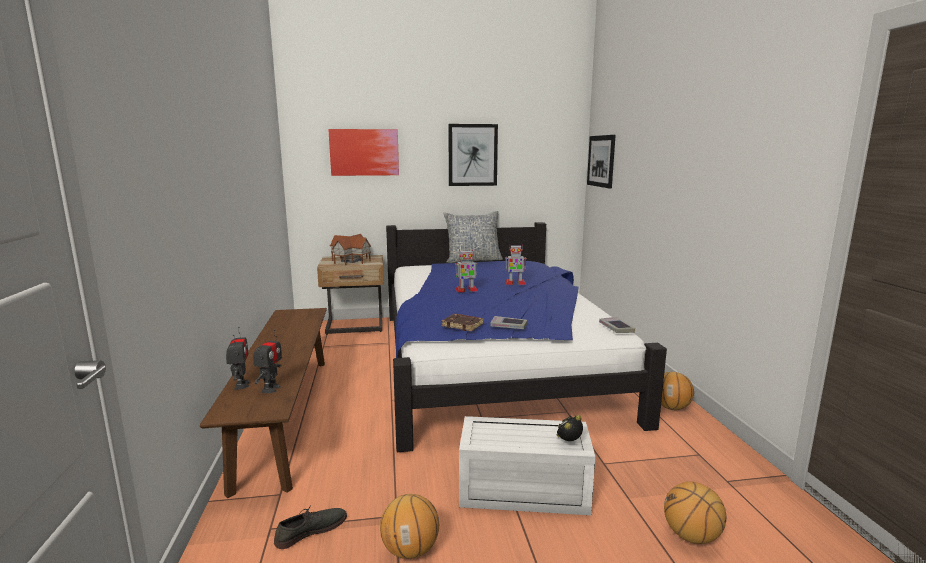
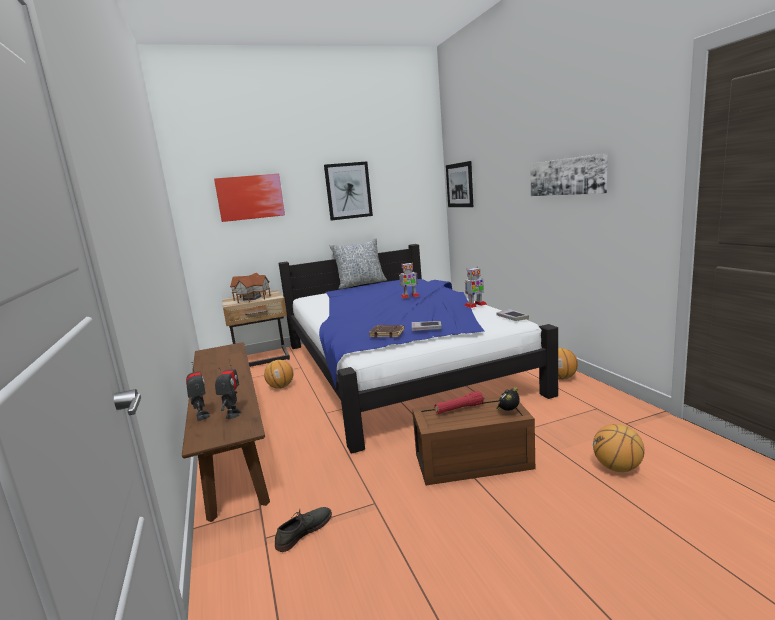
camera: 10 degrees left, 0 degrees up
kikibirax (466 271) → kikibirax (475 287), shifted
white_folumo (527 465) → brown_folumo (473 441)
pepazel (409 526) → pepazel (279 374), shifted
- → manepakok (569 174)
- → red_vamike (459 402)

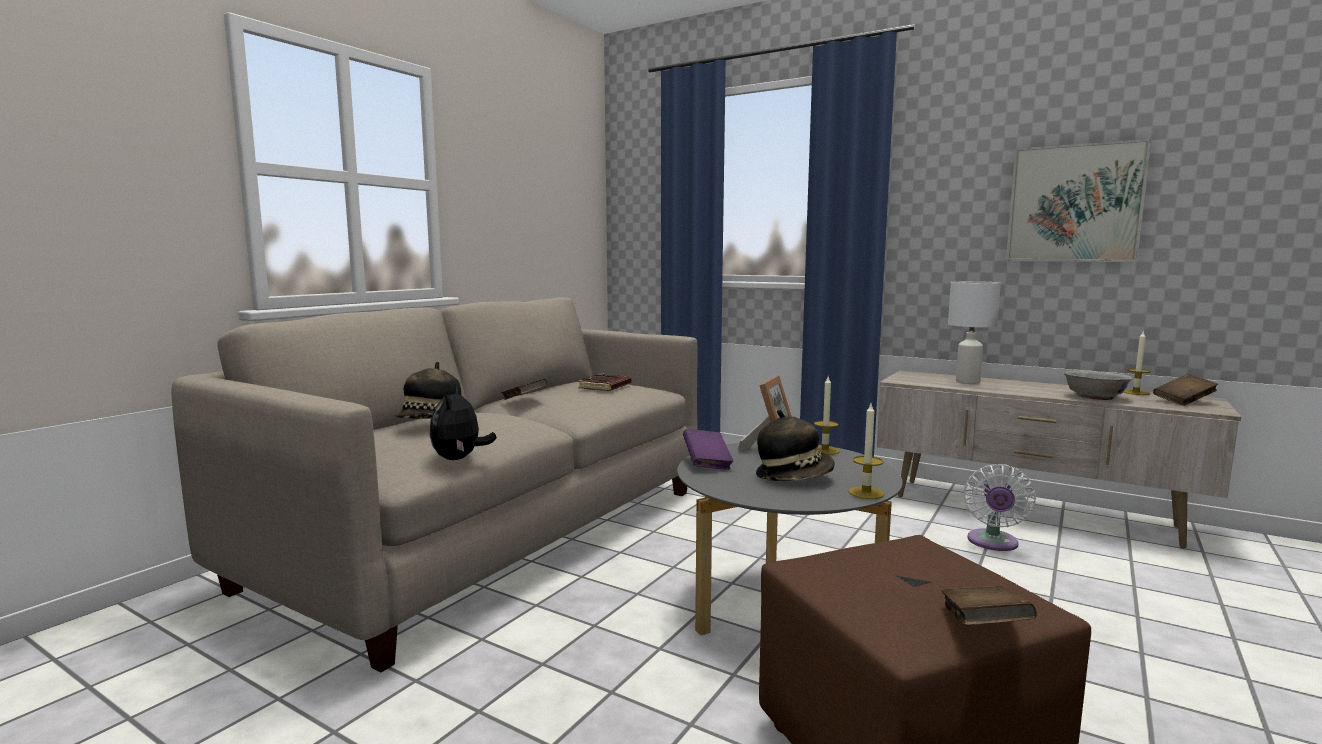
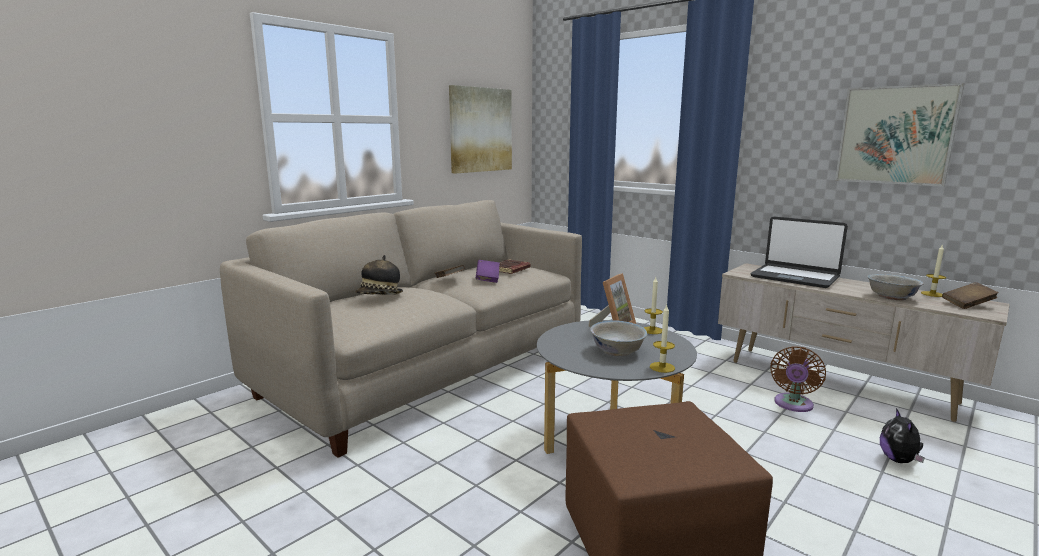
camera: 10 degrees right, 5 degrees up
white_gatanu (974 332) → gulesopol (799 252)
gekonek (463 422) → gekonek (902 435), shifted
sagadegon (795 445) → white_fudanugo (618 338)
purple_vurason (708 449) → purple_vurason (488 271), shifted
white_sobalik (1000 507) → brown_sobalik (798 379)
brown_vurason (989 606) → -
- → manepakok (480 129)

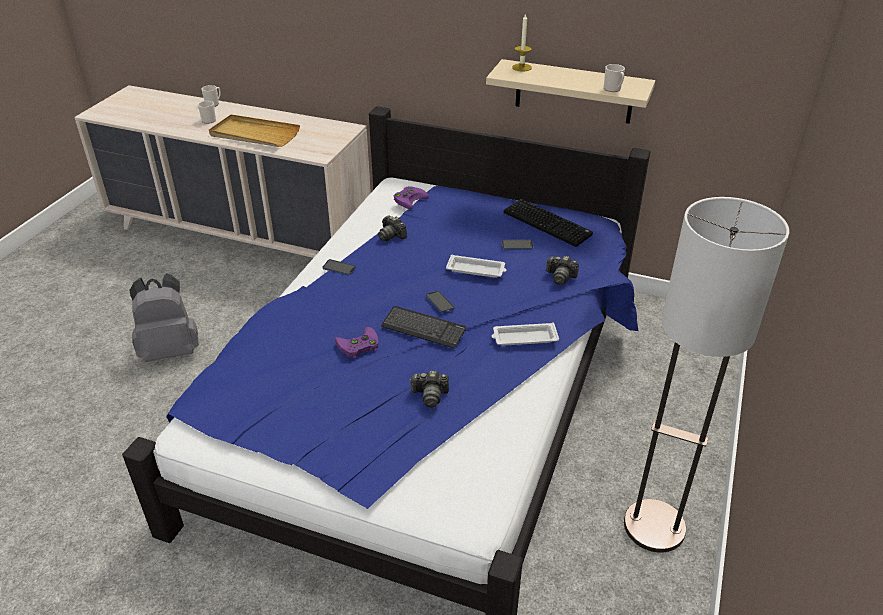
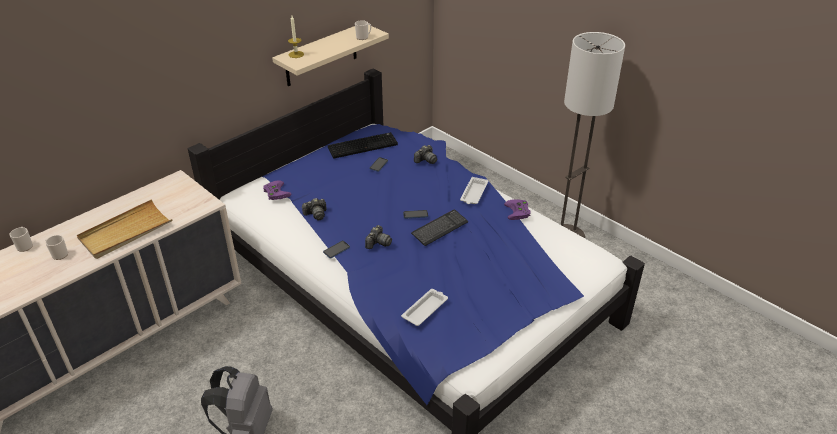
camera: 65 degrees left, 0 degrees up
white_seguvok (476 266) → white_seguvok (424 307), shifted
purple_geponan (356 343) → purple_geponan (517 209), shifted
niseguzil (429 389) → niseguzil (378 237), shifted

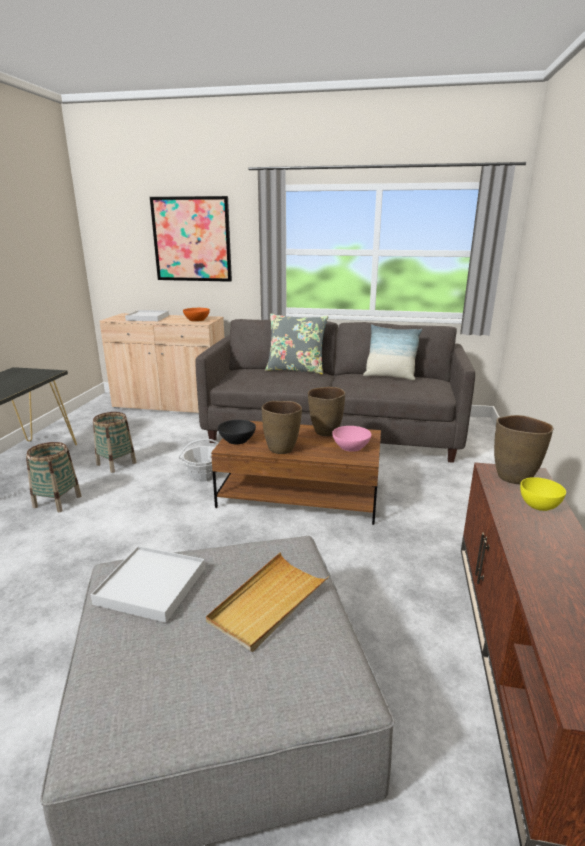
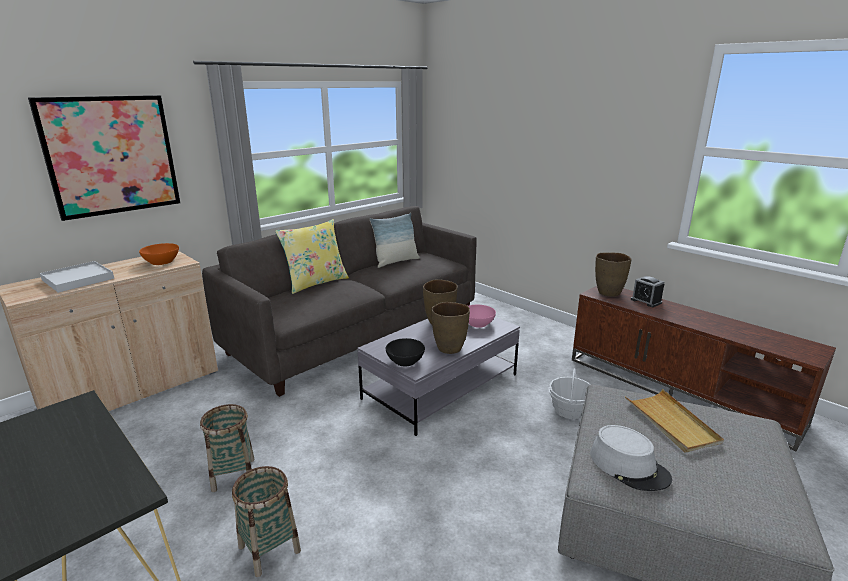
camera: 55 degrees left, 0 degrees up
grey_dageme (296 344) → yellow_dageme (312 256)
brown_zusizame (296 473) → grey_zusizame (439 376)
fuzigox (198 460) → fuzigox (569 393), shifted
yellow_fudanugo (543 494) → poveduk (647 291)
white_seguvok (147 584) → grey_sagadegon (631 458)

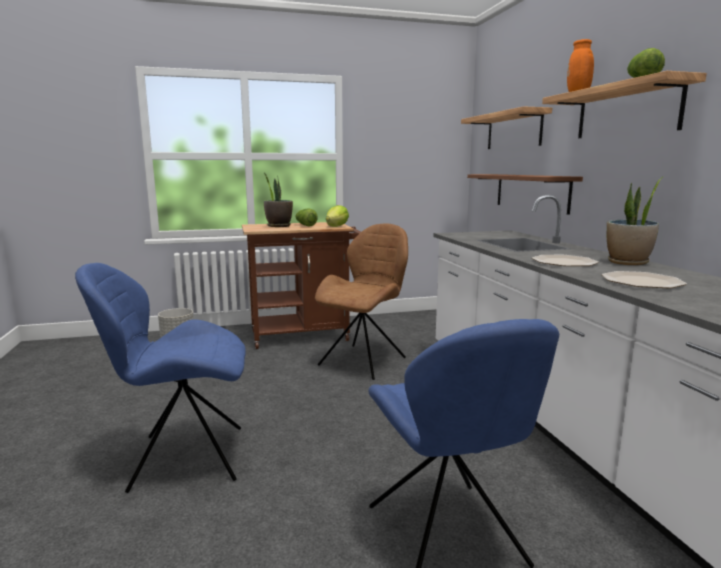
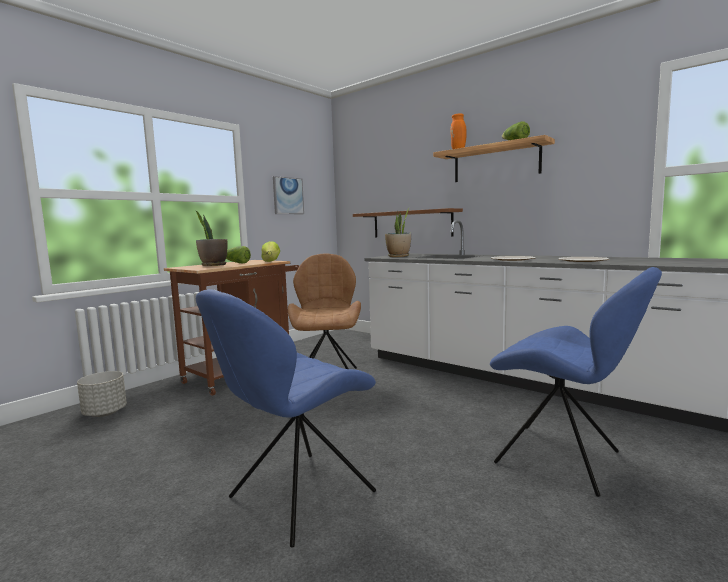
camera: 35 degrees left, 5 degrees down
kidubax (506 127) → -
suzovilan (635 220) → suzovilan (398 232), shifted
- → manepakok (288 195)

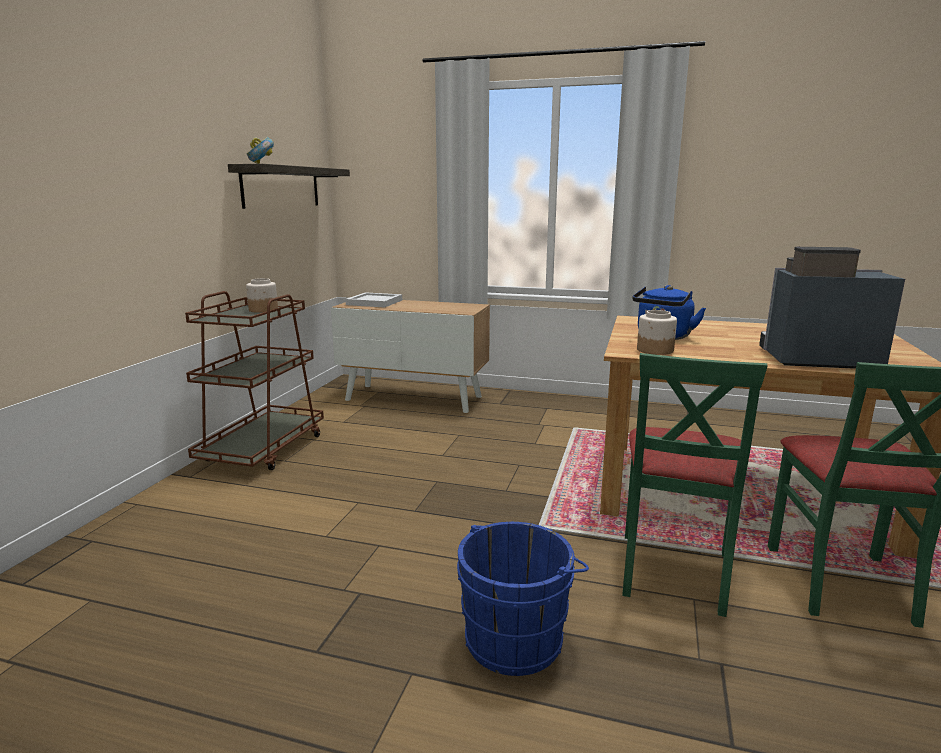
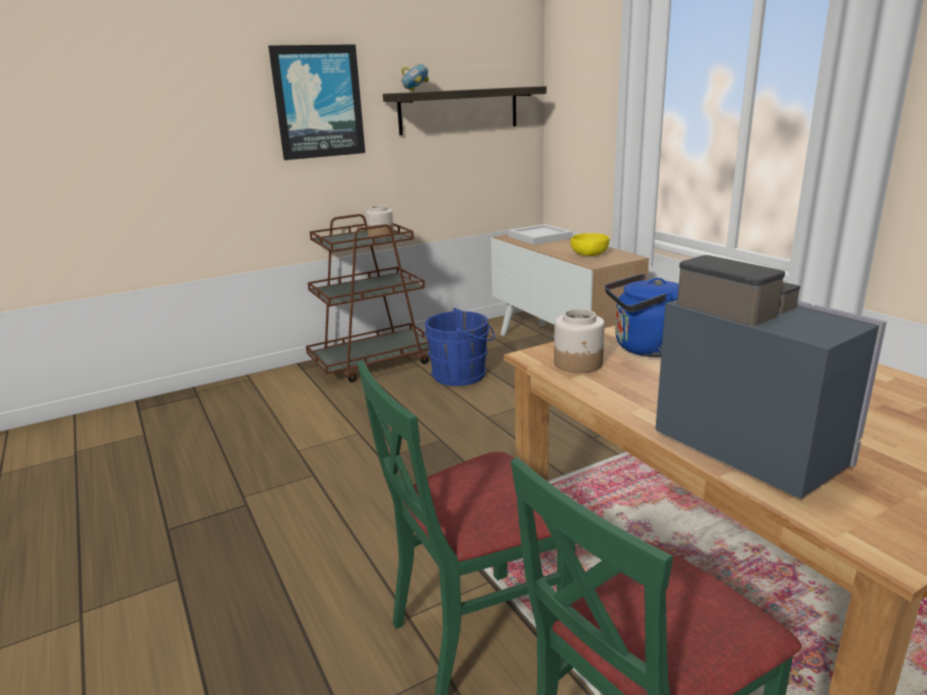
camera: 45 degrees right, 5 degrees up
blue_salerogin (523 599) → blue_salerogin (460 347), shifted
- → manepakok (316 102)
- → yellow_fudanugo (590 244)

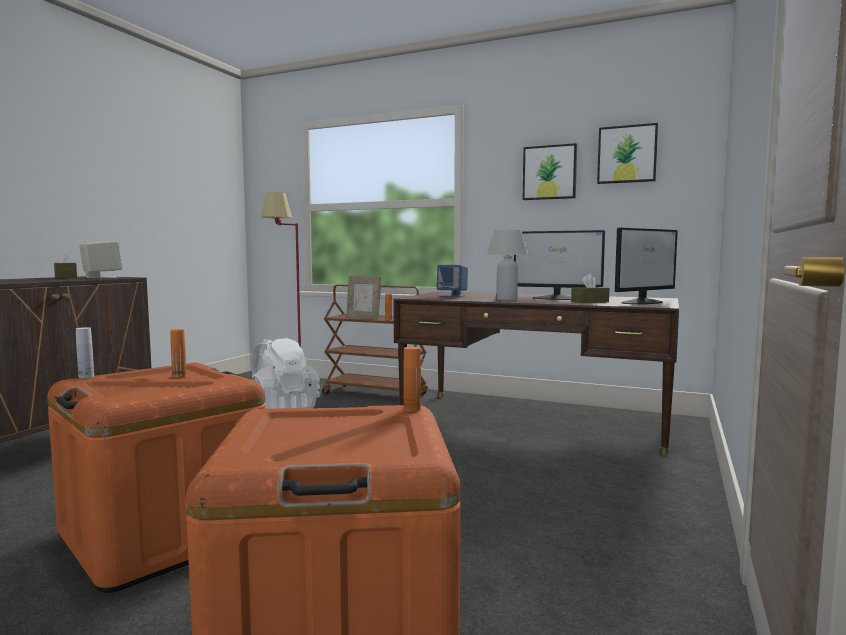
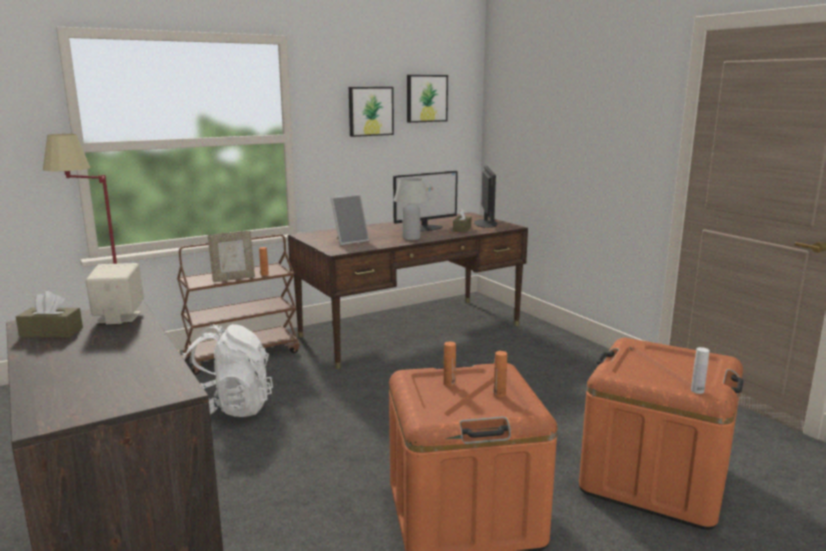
camera: 55 degrees left, 10 degrees up
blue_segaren (452 281) → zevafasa (350 219)
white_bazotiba (85 352) → white_bazotiba (700 370), shifted
orange_bazotiba (412 379) → orange_bazotiba (500 374), shifted

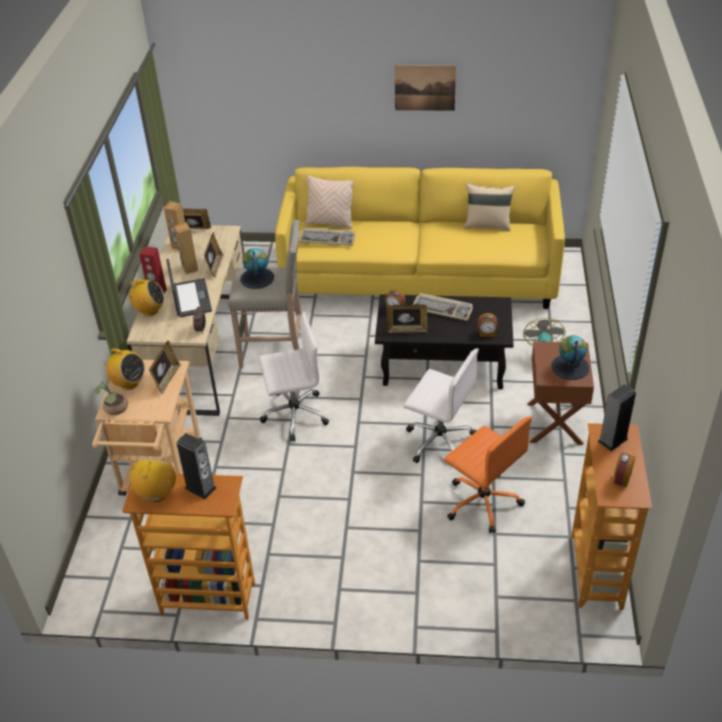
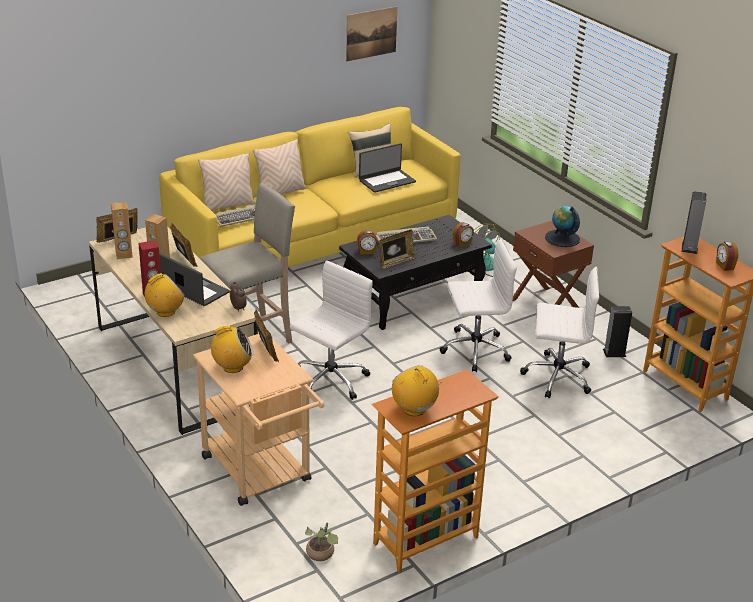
camera: 40 degrees left, 10 degrees down
manepakok (425 88) → manepakok (371 33), shifted
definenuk (257 268) → -
suzovilan (111 398) → suzovilan (321 541), shifted
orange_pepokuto (488 475) → white_pepokuto (559 332)
segaren (196 466) → segaren (617 331), shifted
- → beige_dageme (280 166)
- → gulesopol (387 168)

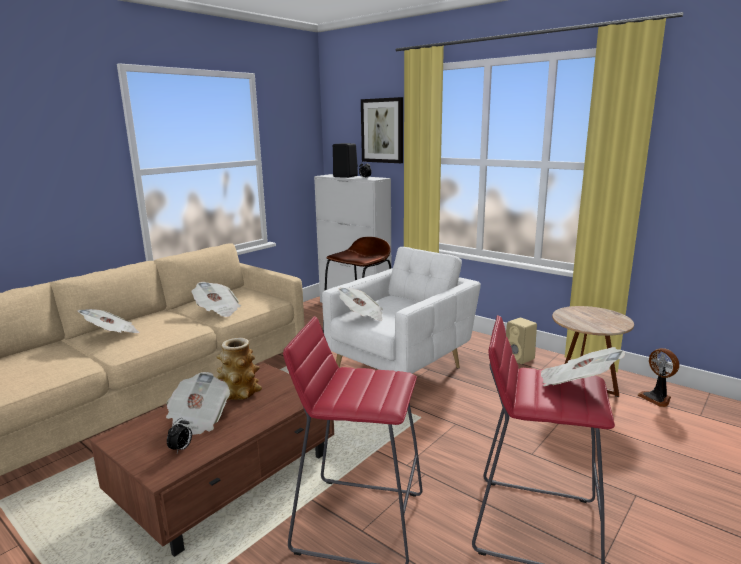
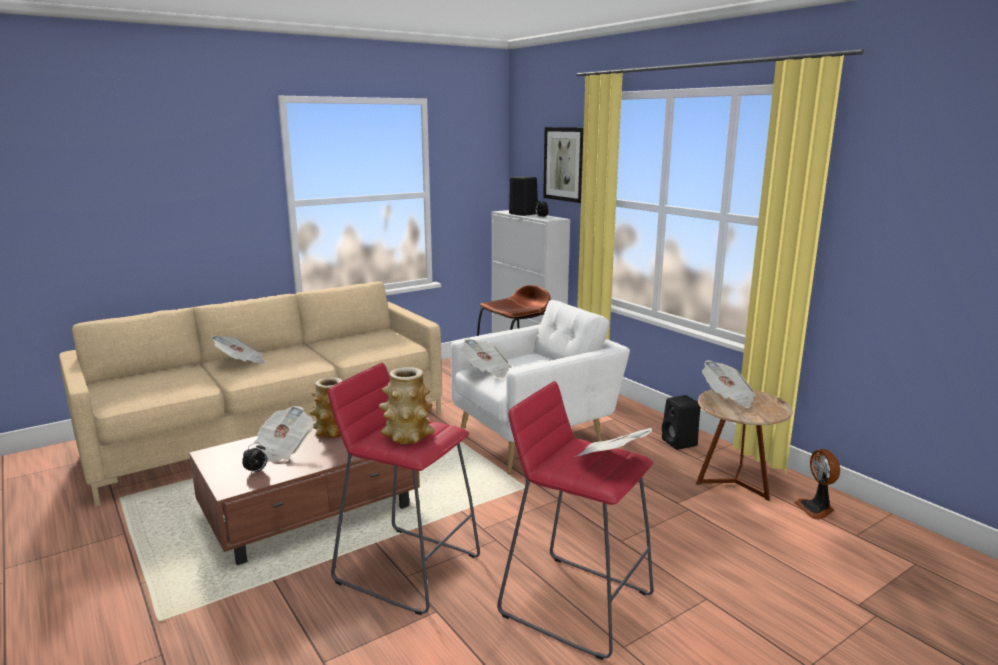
camera: 15 degrees right, 0 degrees up
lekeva (216 299) → lekeva (729 384), shifted
beige_segaren (521 341) → black_segaren (681 422)
- → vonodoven (407 405)

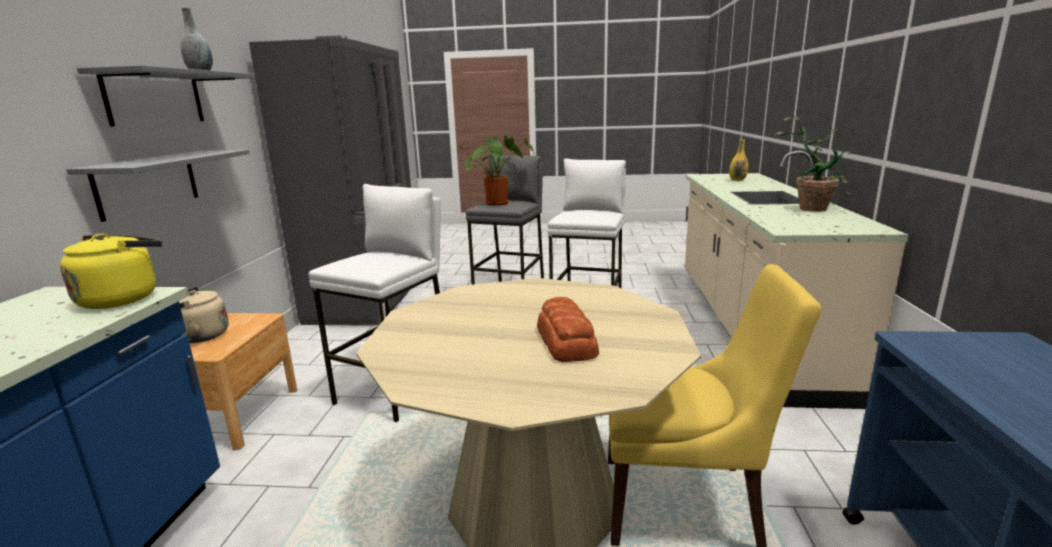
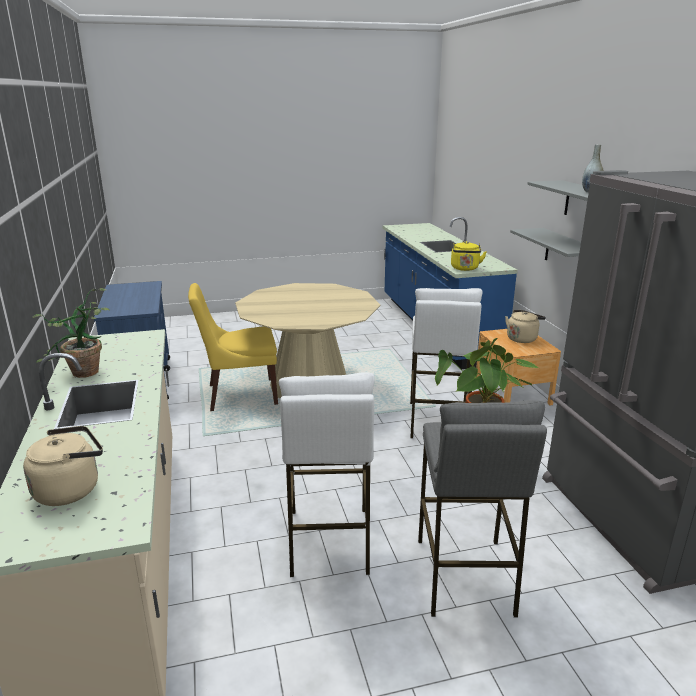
camera: 160 degrees right, 5 degrees up
yellow_vonodoven (738 160) → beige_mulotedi (63 466)
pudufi (568 329) → -

